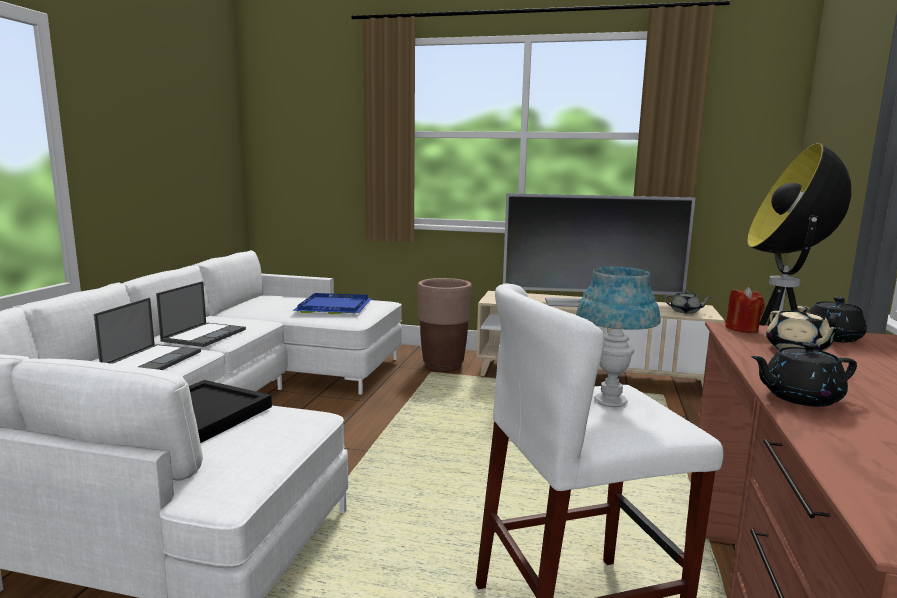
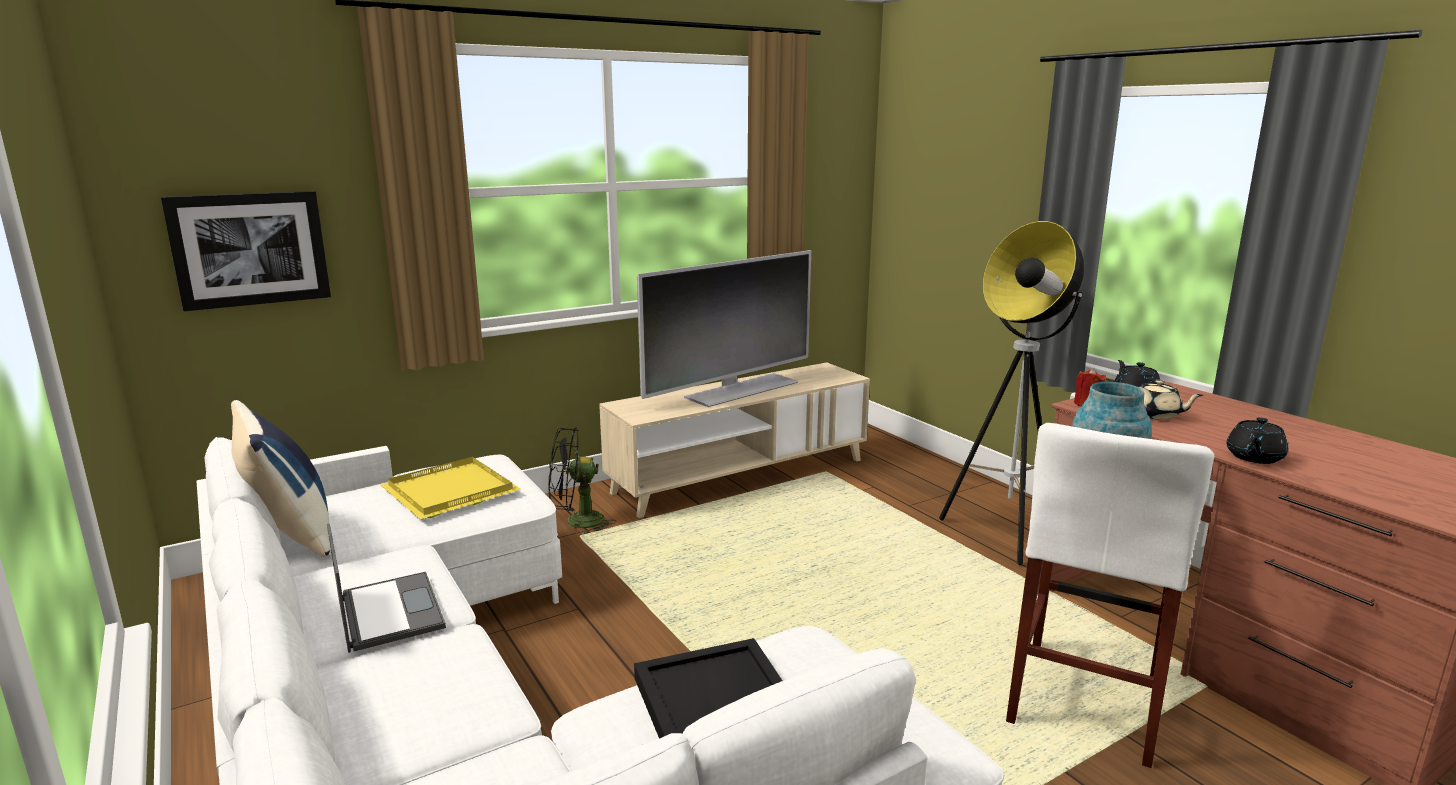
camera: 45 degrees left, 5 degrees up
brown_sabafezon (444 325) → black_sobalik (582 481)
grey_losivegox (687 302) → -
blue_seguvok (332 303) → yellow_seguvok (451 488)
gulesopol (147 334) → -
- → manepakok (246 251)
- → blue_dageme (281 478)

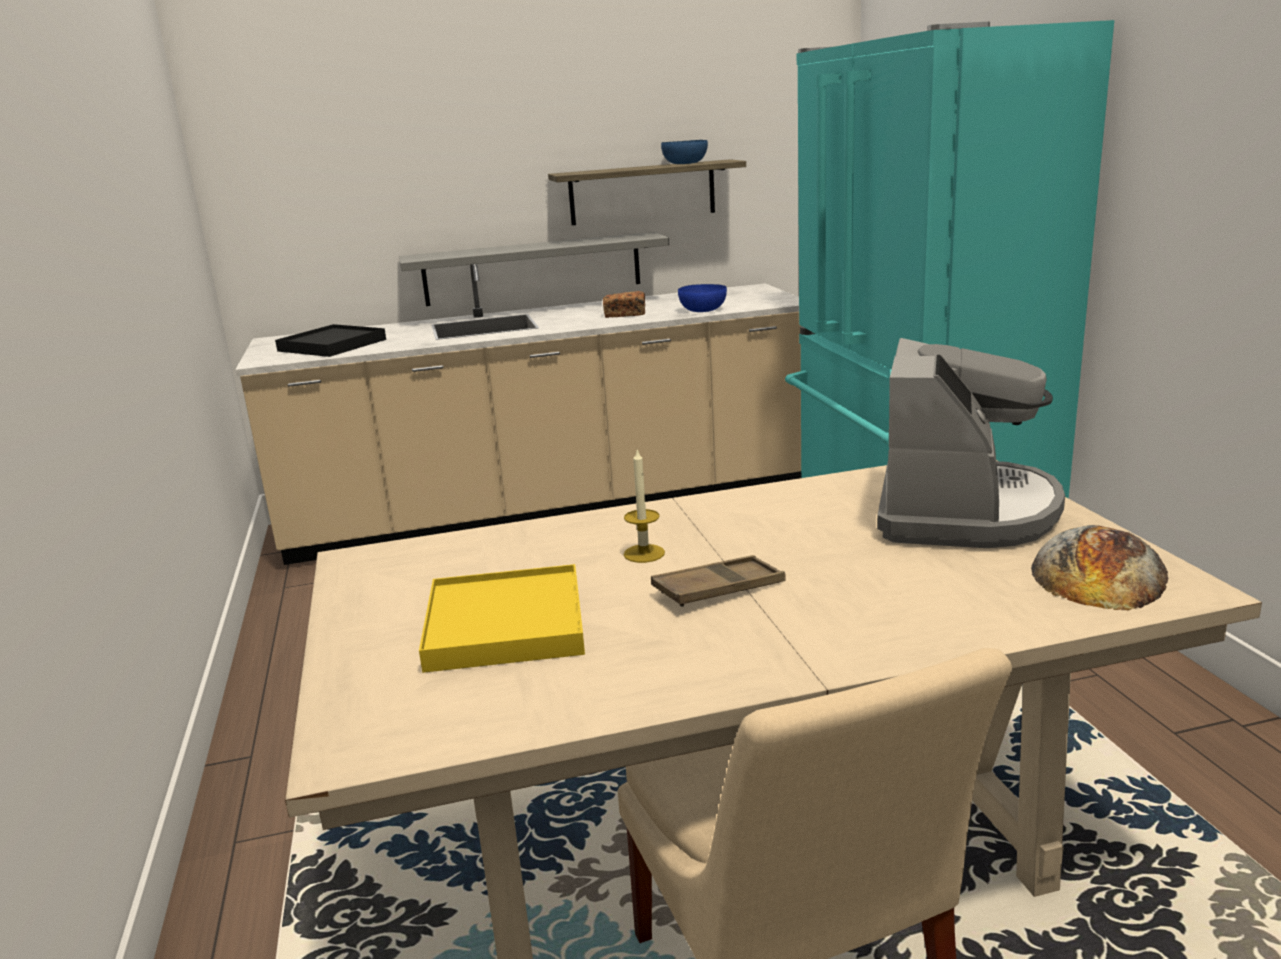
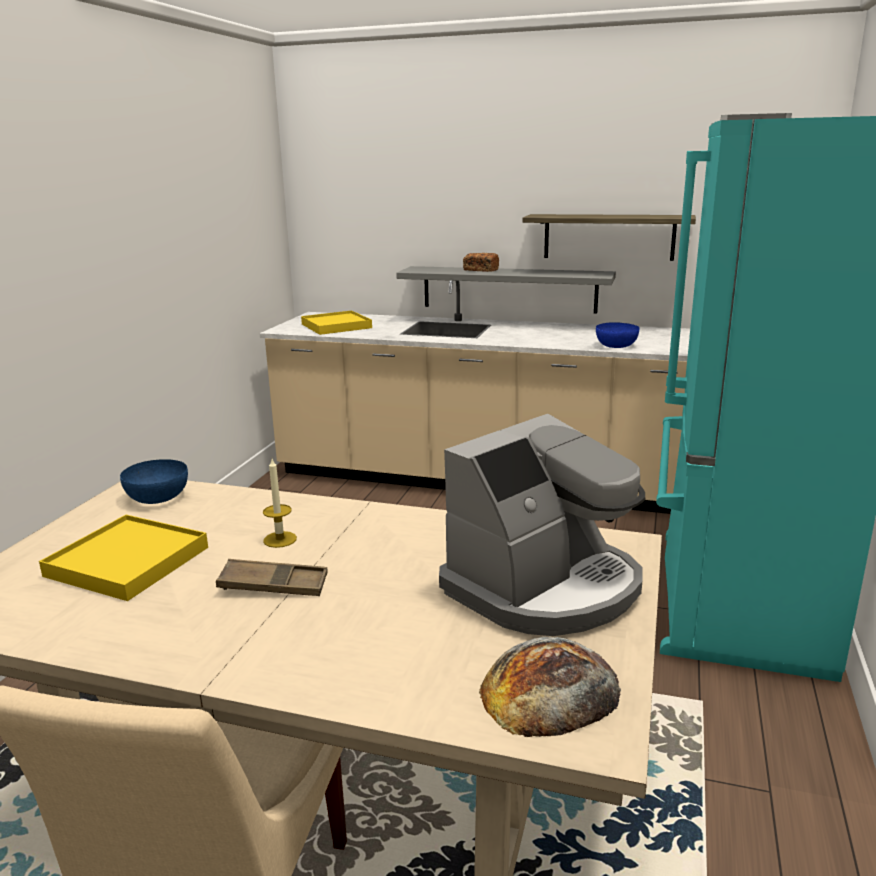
camera: 30 degrees right, 0 degrees up
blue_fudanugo (684 152) → blue_fudanugo (154 481), shifted
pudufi (624 304) → pudufi (481 262), shifted
black_seguvok (330 340) → yellow_seguvok (336 323)

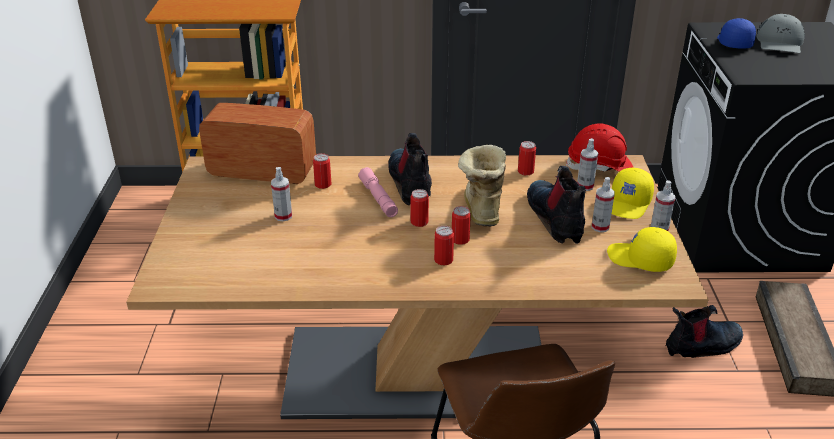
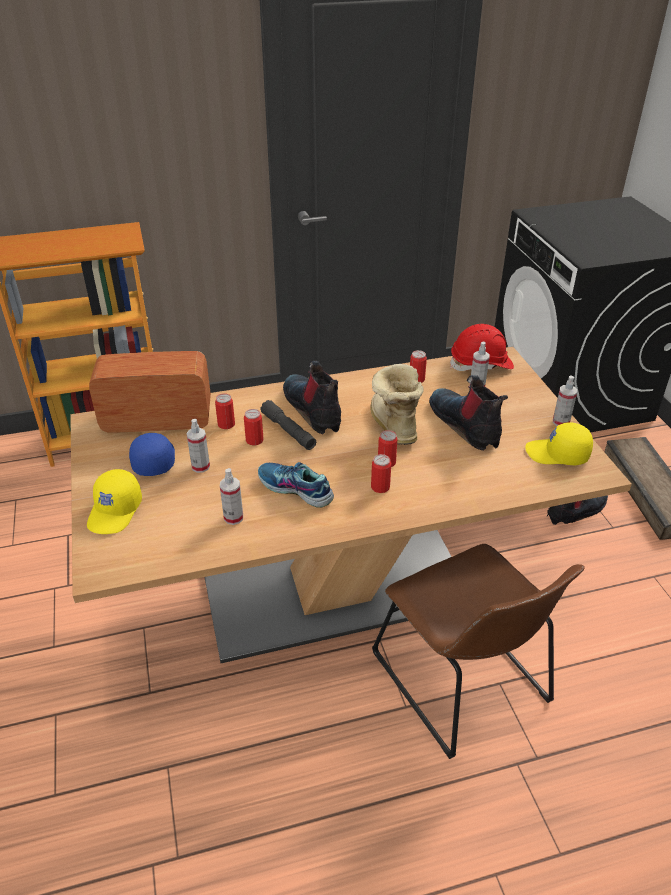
camera: 15 degrees left, 5 degrees up
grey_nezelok (781 33) → -
blue_nezelok (736 33) → blue_nezelok (152 454), shifted
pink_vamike (378 192) → grey_vamike (288 425)
yellow_nezelok (633 193) → yellow_nezelok (114 501), shifted
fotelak (603 204) → fotelak (231 496), shifted
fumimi (420 208) → fumimi (254 427), shifted
- → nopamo (296 485)

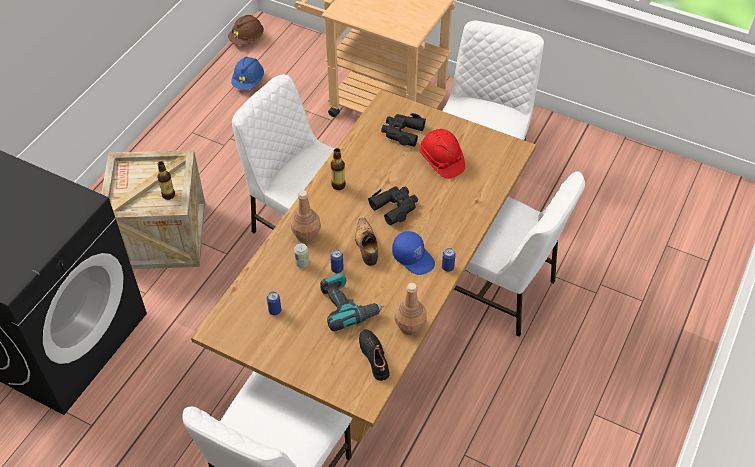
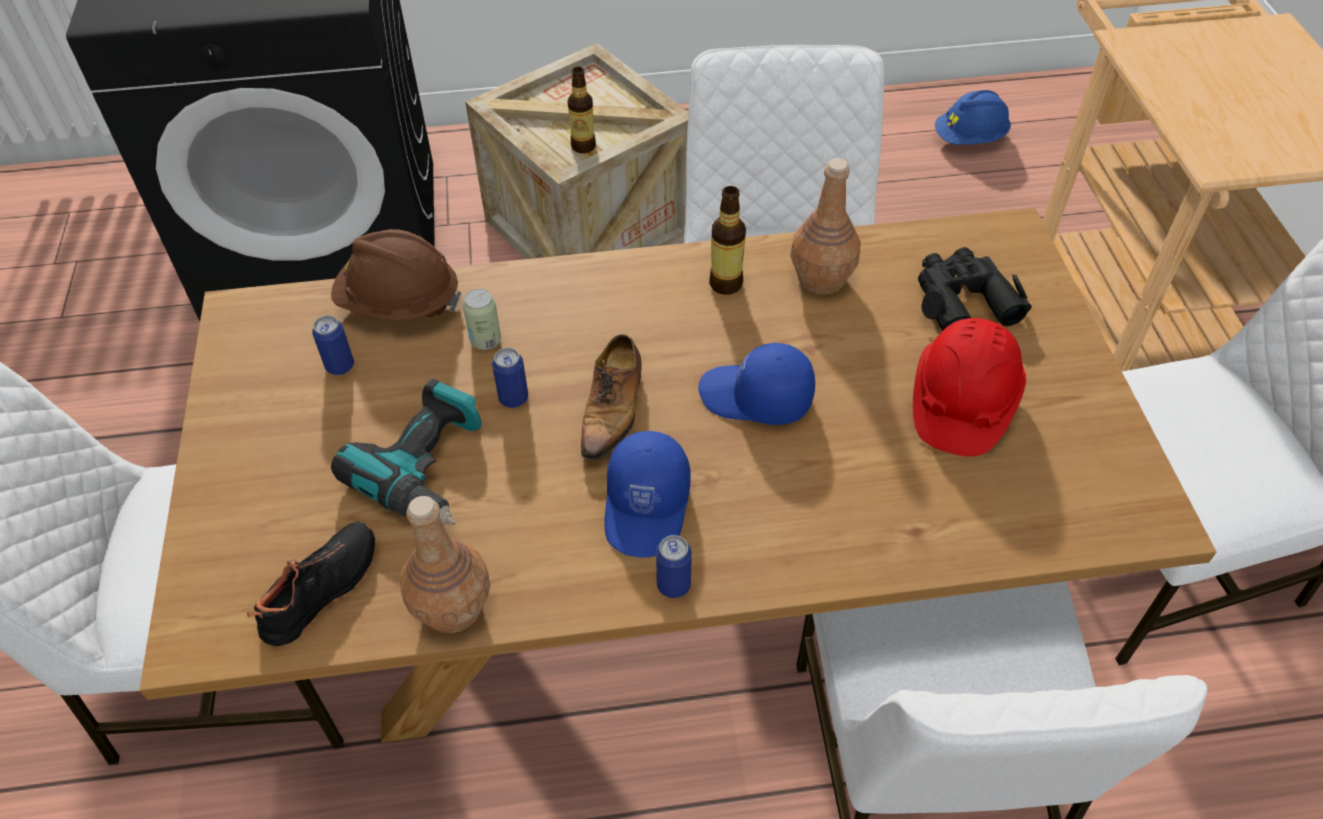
camera: 55 degrees right, 0 degrees up
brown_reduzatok (246 30) → brown_reduzatok (396 274), shifted
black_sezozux (393 205) → blue_nezelok (756 384)
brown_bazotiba (306 216) → brown_bazotiba (825 226), shifted
nopamo (366 242) → nopamo (611 399), 150 degrees clockwise

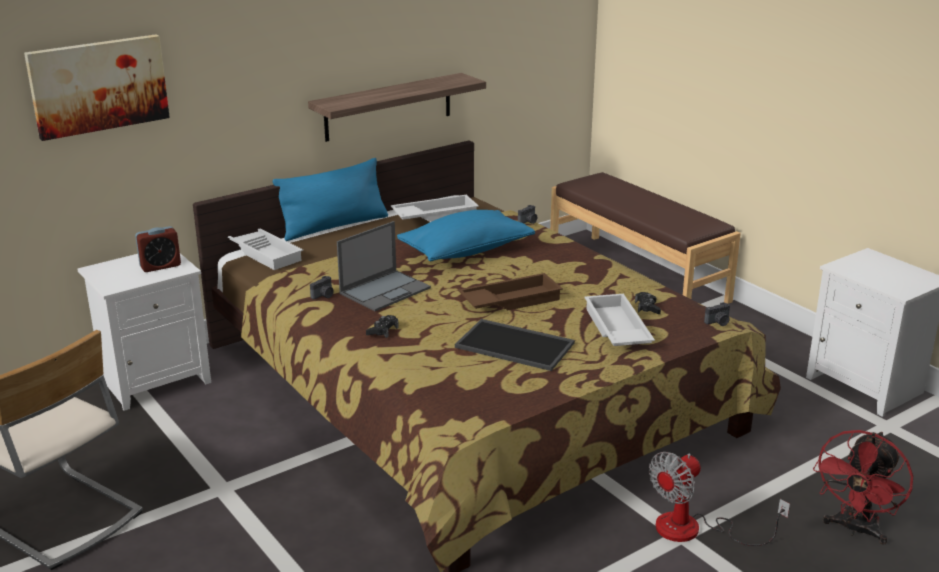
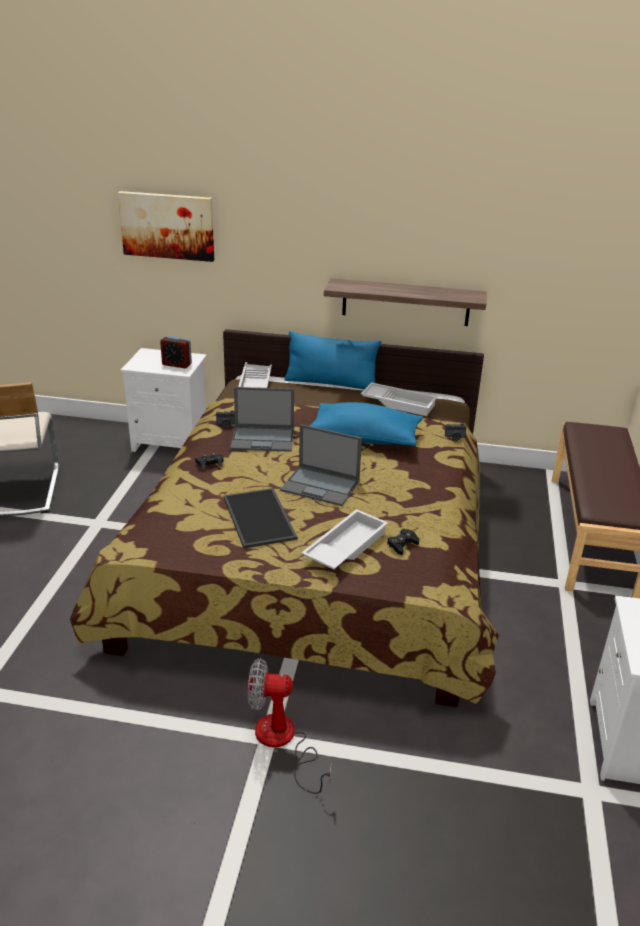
camera: 45 degrees right, 5 degrees up
brown_seguvok (510 292) → gulesopol (321 465)
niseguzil (717 314) → -
red_sobalik (863 487) → -

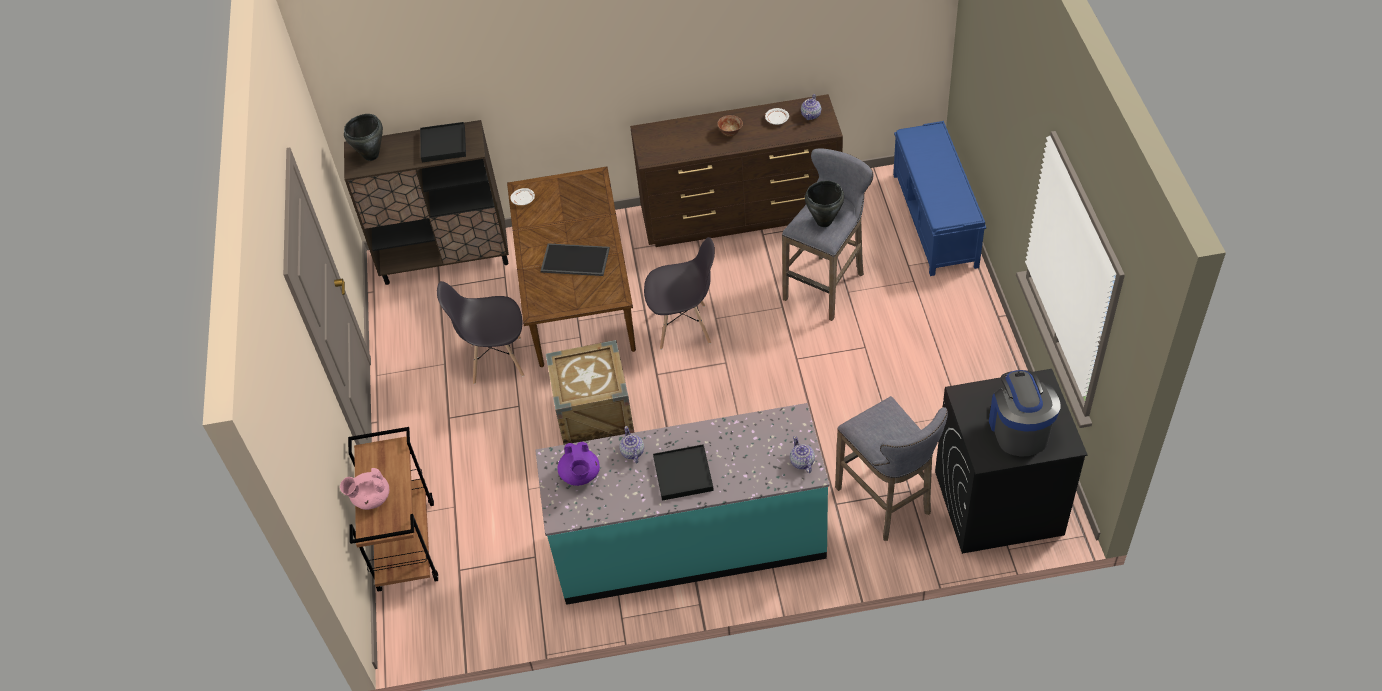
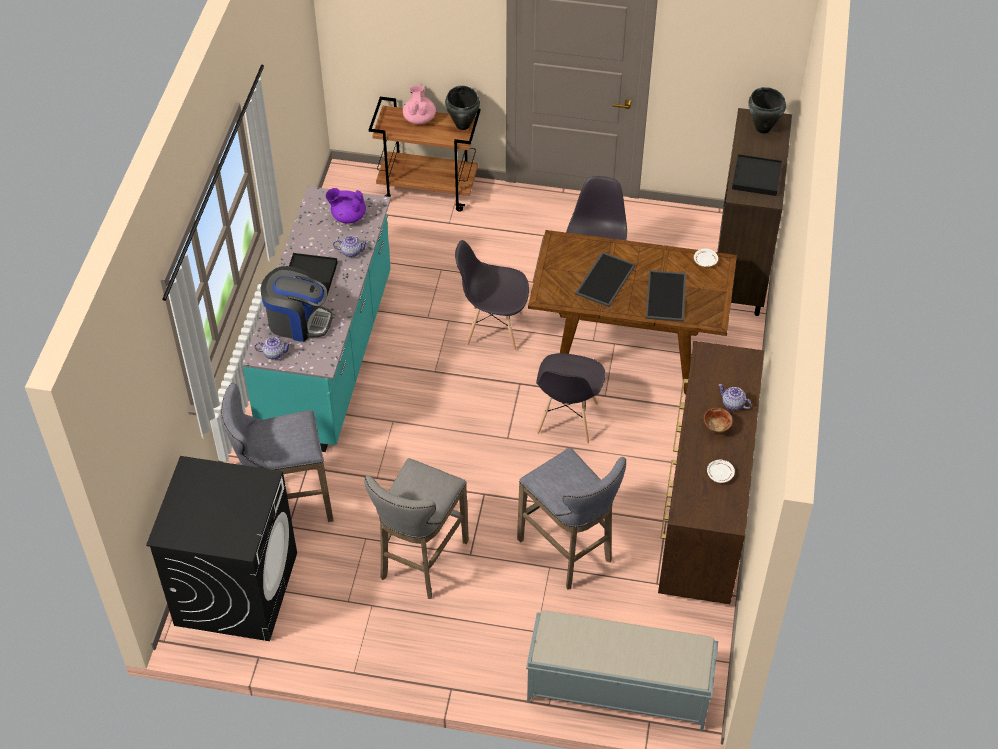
camera: 105 degrees right, 0 degrees up
losivegox (811 107) → losivegox (735 397), shifted
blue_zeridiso (939 198) → grey_zeridiso (622 670)
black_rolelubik (824 204) → black_rolelubik (462 108), shifted
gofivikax (590 392) → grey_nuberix (492 295)
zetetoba (1025 413) → zetetoba (297 304), shifted
- → seguvok (666 296)
- → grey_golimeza (416 528)

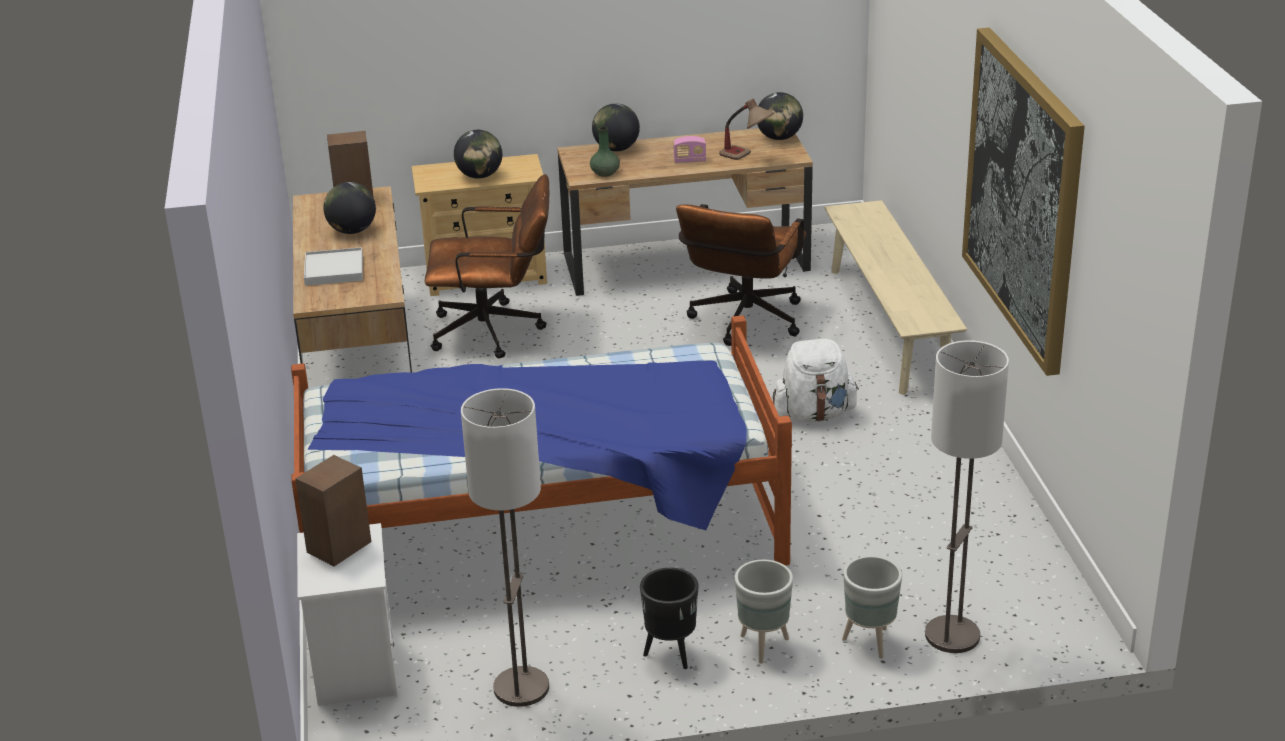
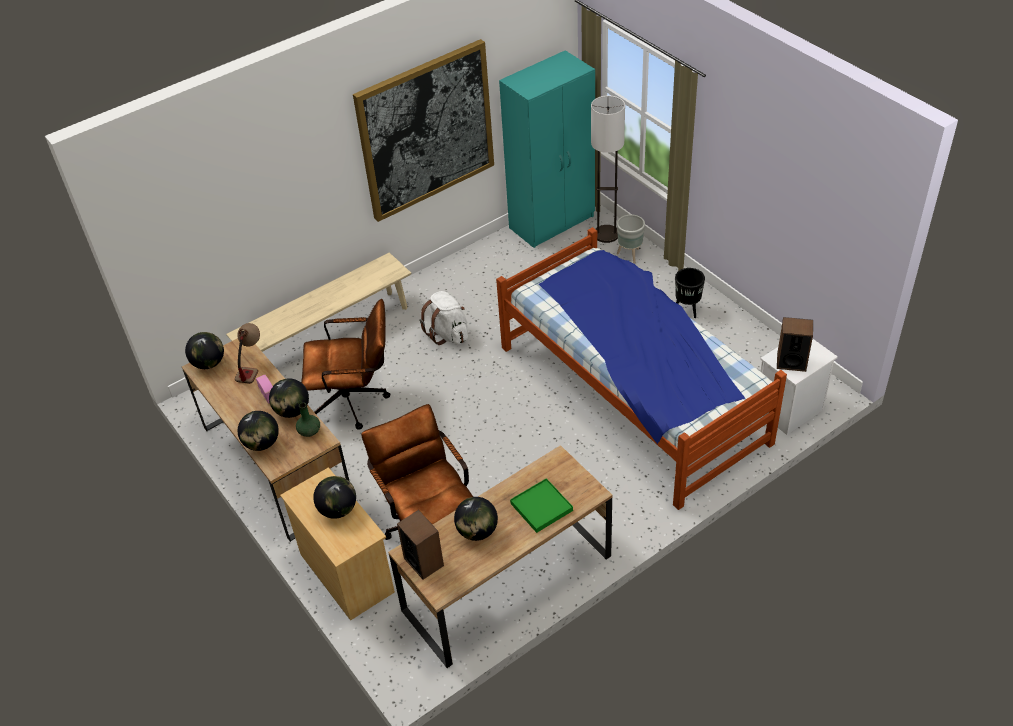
camera: 115 degrees left, 15 degrees up
white_seguvok (333 266) → green_seguvok (541 505)
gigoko (505 547) → -
grey_sabafezon (763 612) → -
- → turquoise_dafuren (547 149)
- → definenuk (289 398)

